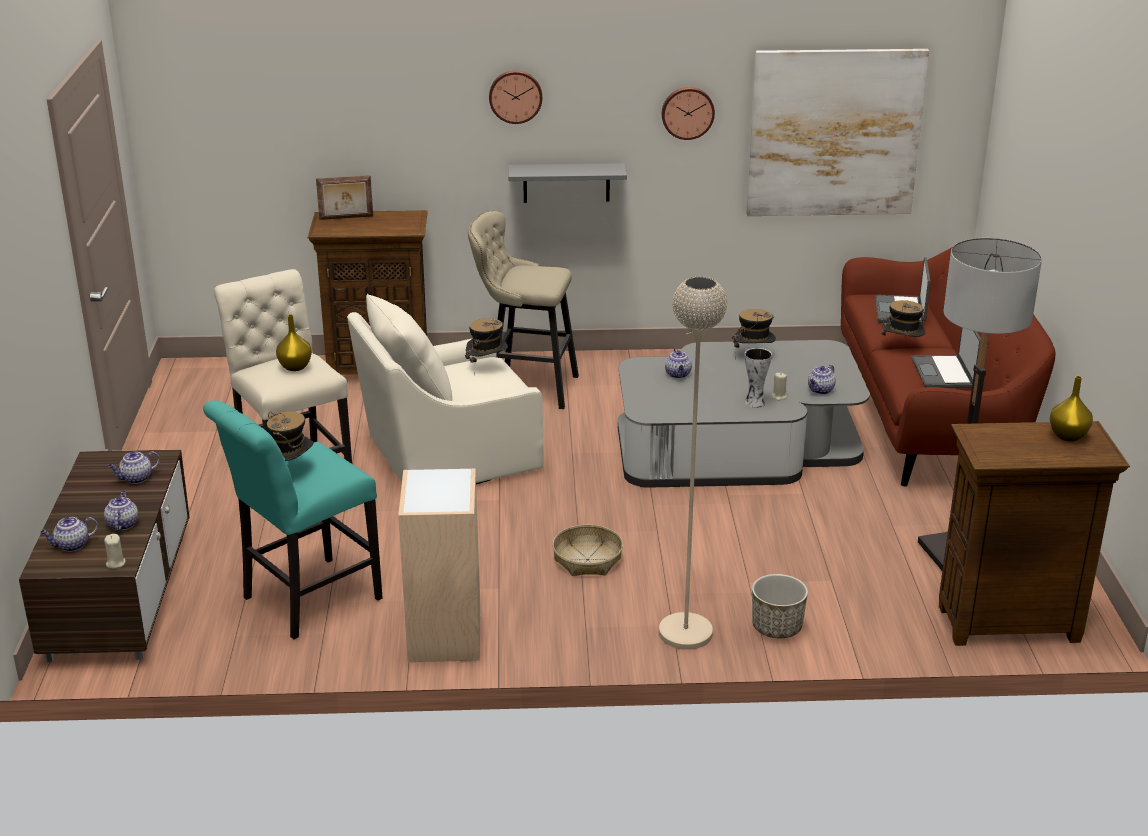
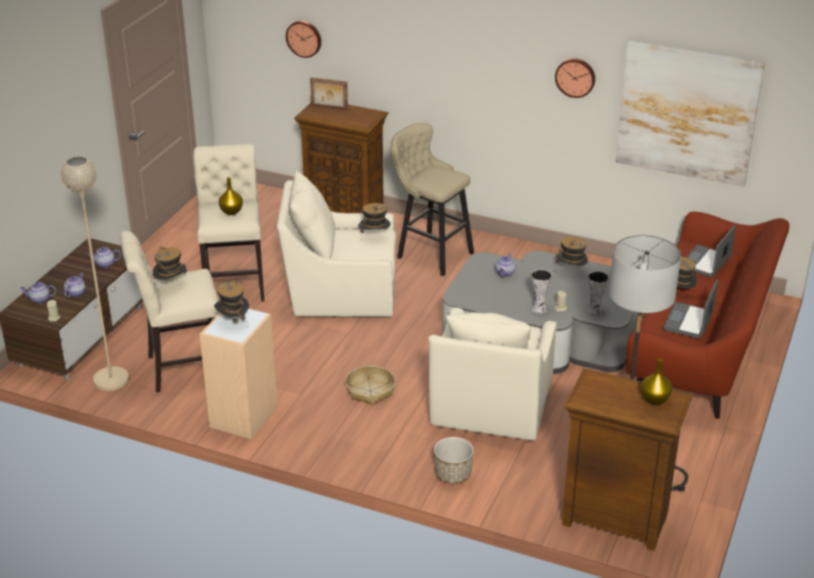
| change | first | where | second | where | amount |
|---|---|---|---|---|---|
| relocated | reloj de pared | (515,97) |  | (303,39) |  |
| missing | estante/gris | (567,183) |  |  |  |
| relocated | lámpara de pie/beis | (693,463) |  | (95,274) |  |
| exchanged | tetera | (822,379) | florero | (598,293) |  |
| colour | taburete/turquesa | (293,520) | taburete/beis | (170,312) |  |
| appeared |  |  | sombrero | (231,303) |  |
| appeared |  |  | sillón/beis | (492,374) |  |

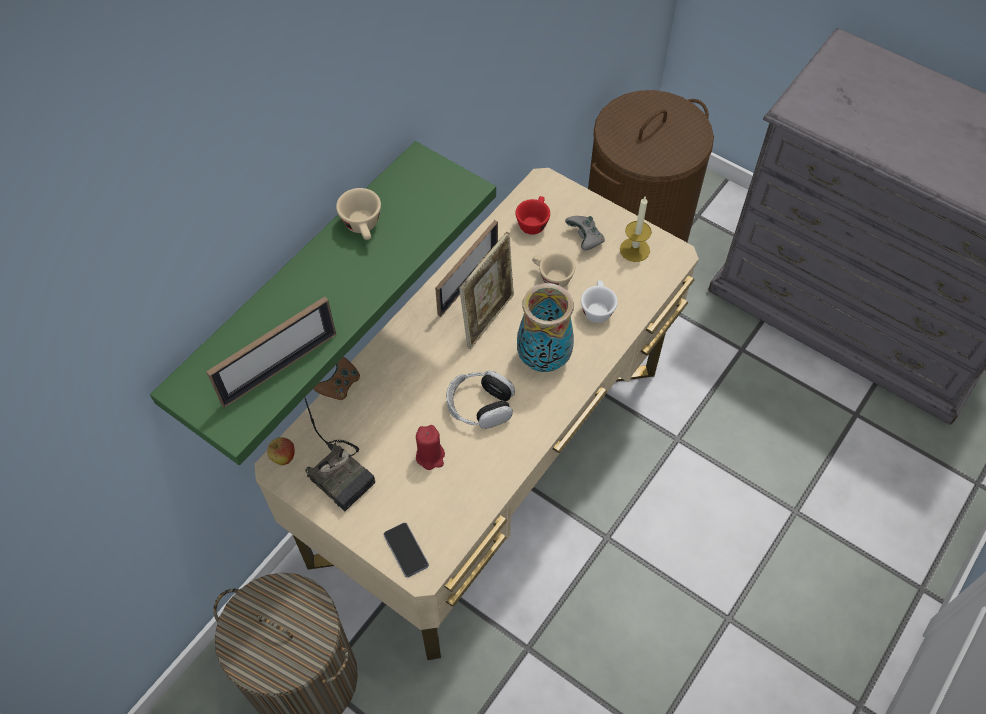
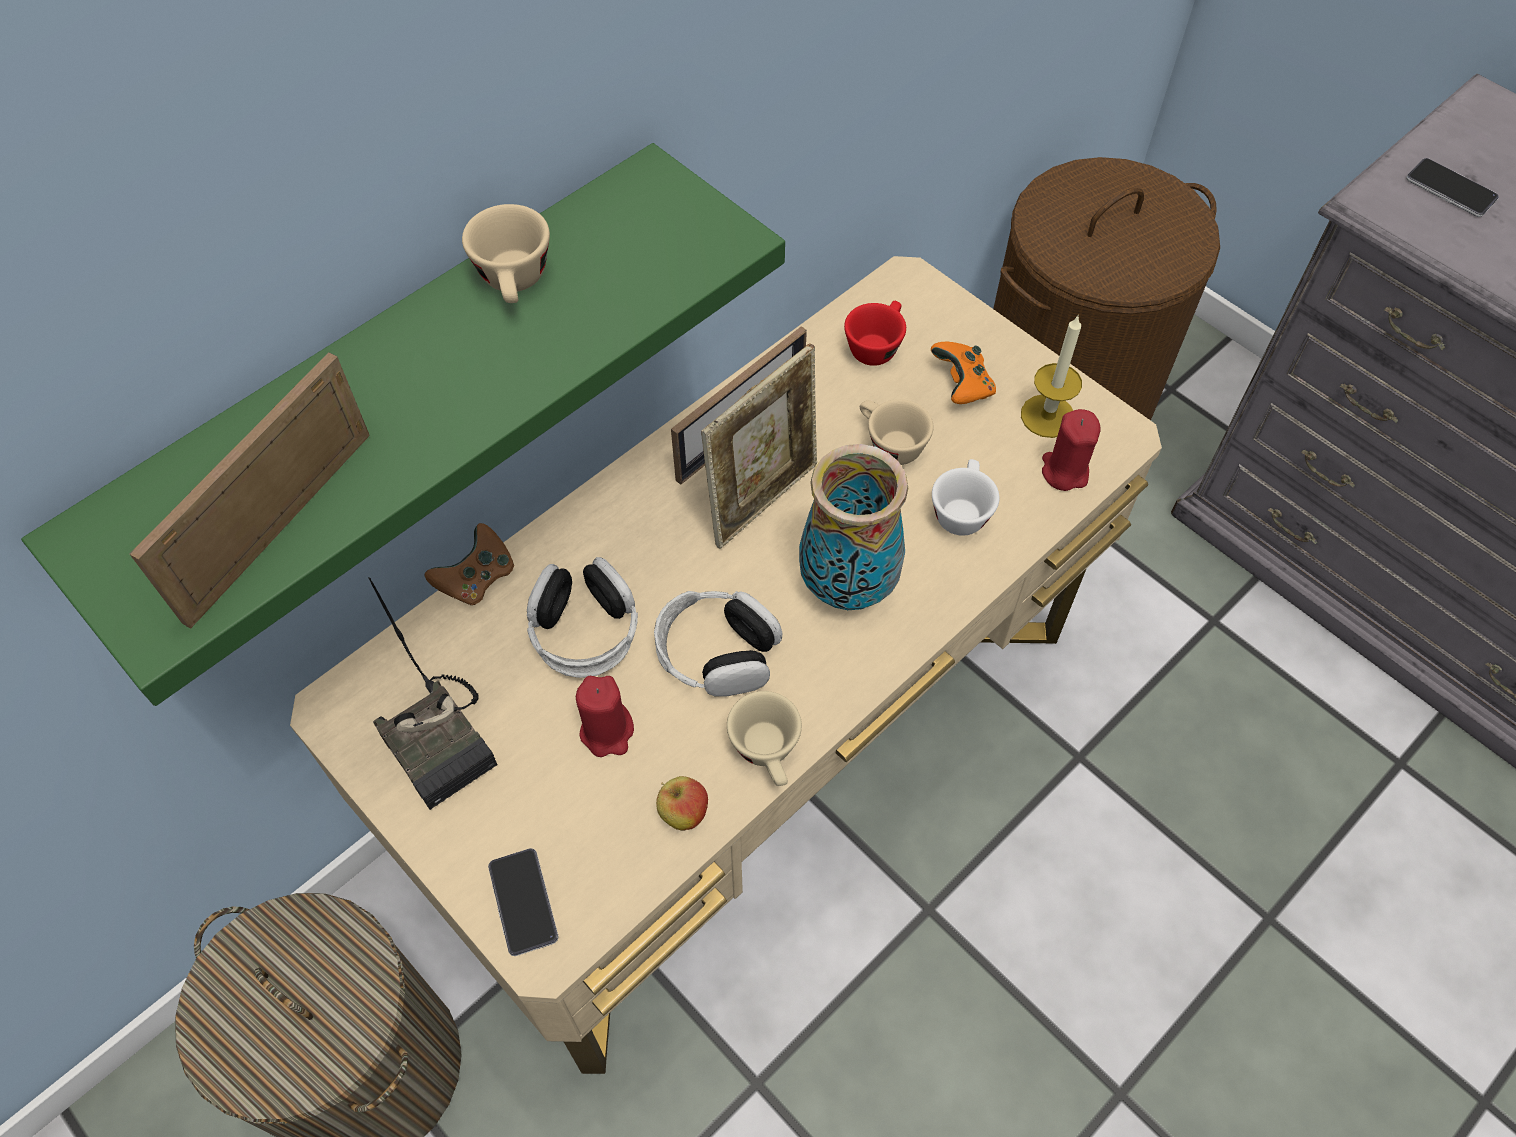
| change | first | where | second | where | amount |
|---|---|---|---|---|---|
| colour | mando de consola/gris | (585,233) | mando de consola/naranja | (963,373) |  |
| spun | portarretratos | (271,352) |  | (250,490) | 150 degrees clockwise |
| relocated | manzana | (281,451) |  | (682,803) |  |
| appeared |  |  | móvil | (1452,187) |  |
| appeared |  |  | vela/rojo | (1071,450) |  |
| appeared |  |  | auriculares | (582,617) |  |
| appeared |  |  | taza/beis | (764,738) |  |

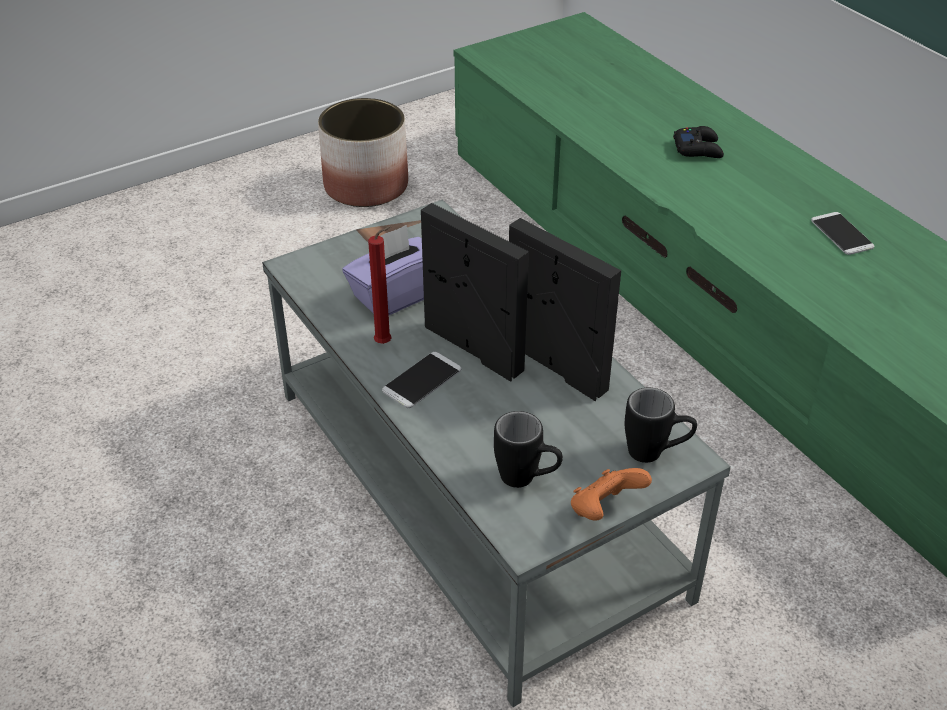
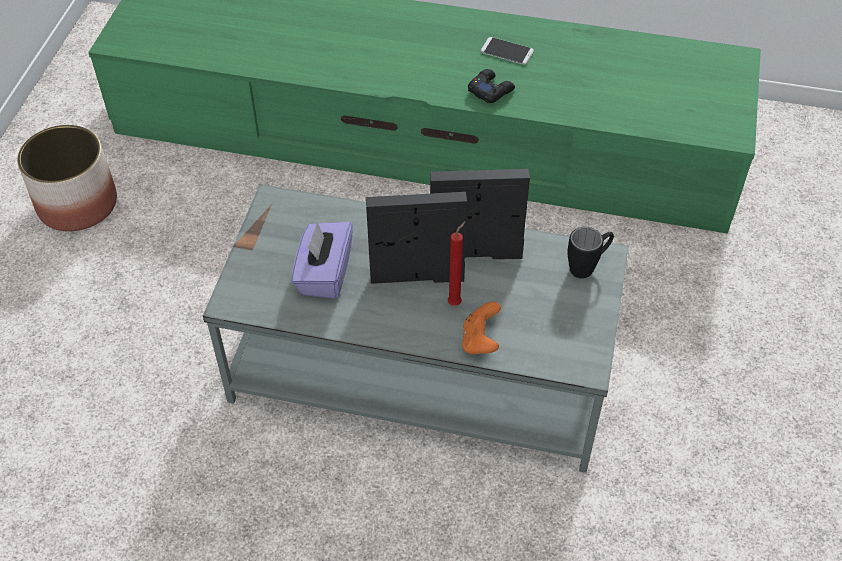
| change | first | where | second | where | amount |
|---|---|---|---|---|---|
| relocated | mando de consola/negro | (698,142) |  | (491,86) |  |
| relocated | vela/rojo | (380,285) |  | (456,263) |  |
| missing | móvil | (421,380) |  |  |  |
| missing | taza grande/negro | (528,449) |  |  |  |
| relocated | mando de consola/naranja | (611,494) |  | (481,328) |  |

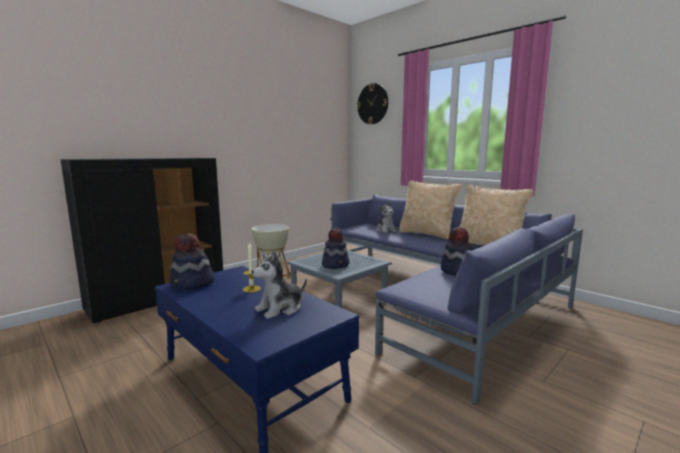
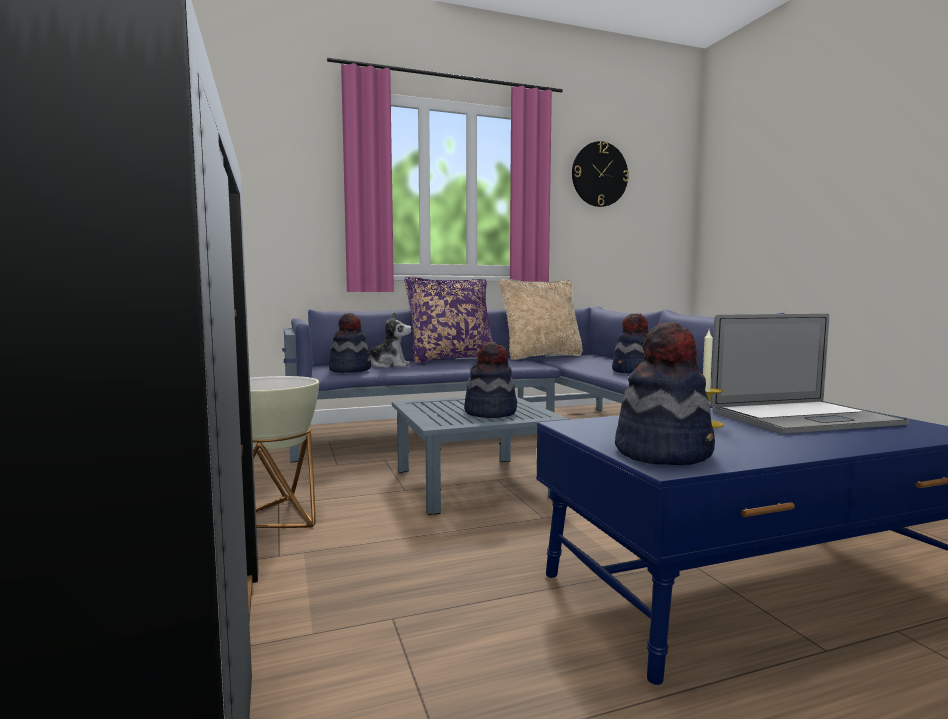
| change | first | where | second | where | amount |
|---|---|---|---|---|---|
| relocated | reloj de pared | (372,103) |  | (600,174) |  |
| colour | cojín/beis | (430,210) | cojín/morado | (448,320) |  |
| exchanged | peluche | (279,285) | portátil | (809,374) |  |
| appeared |  |  | sombrero | (350,343) |  |

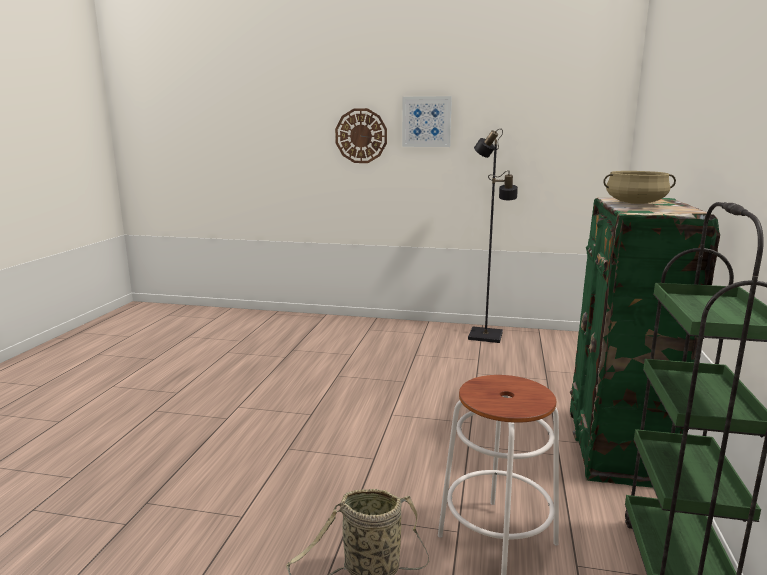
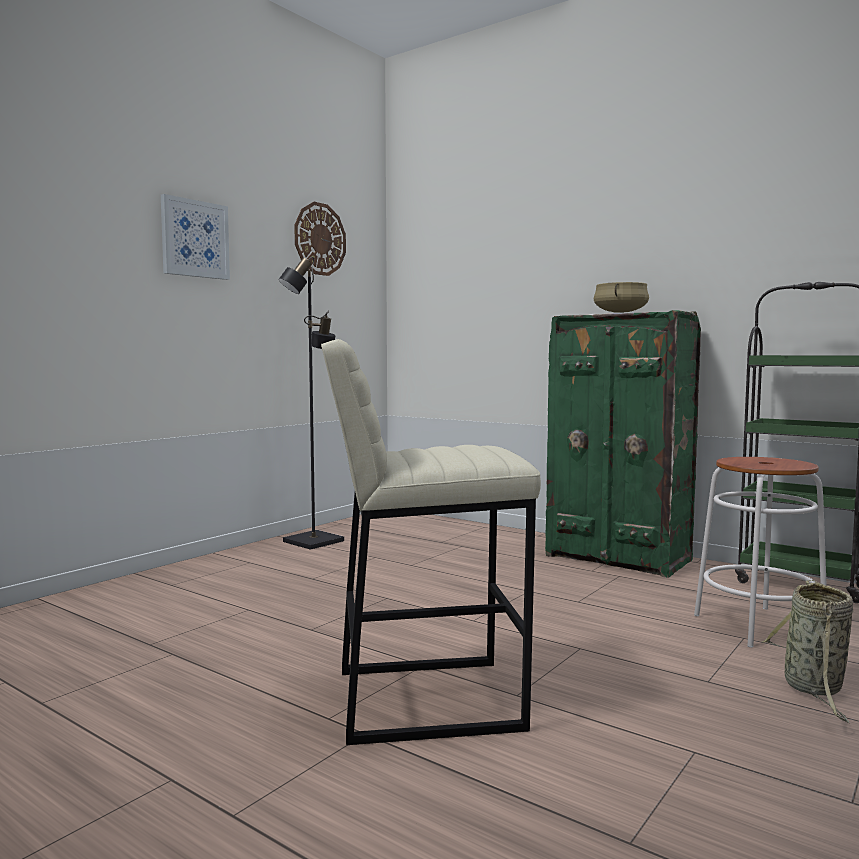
| change | first | where | second | where | amount |
|---|---|---|---|---|---|
| relocated | reloj de pared | (361,135) |  | (320,239) |  |
| appeared |  |  | taburete/beis | (431,542) |  |

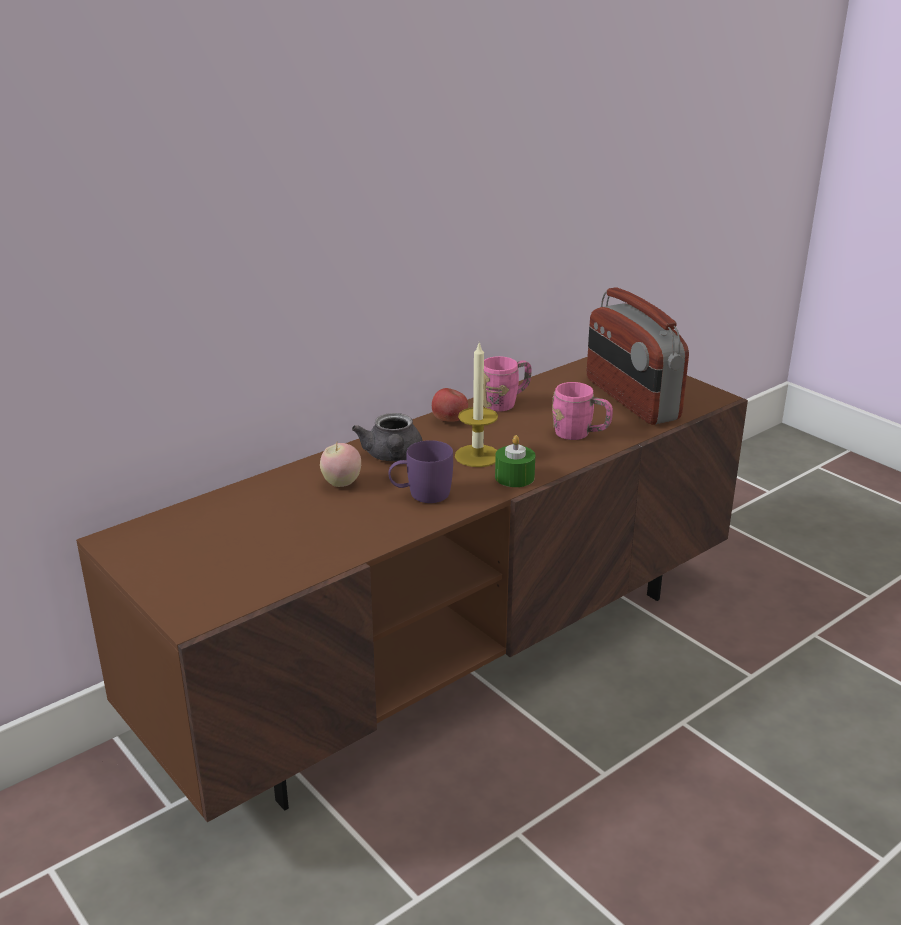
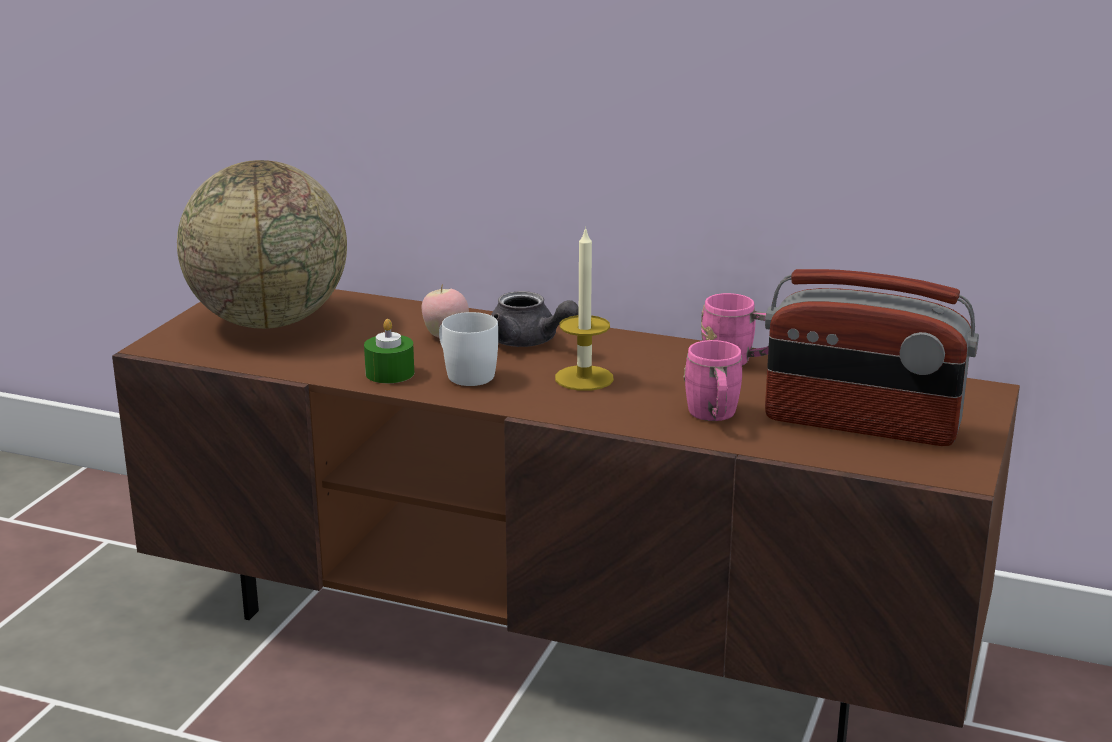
| change | first | where | second | where | amount |
|---|---|---|---|---|---|
| spun | radio | (637,356) |  | (872,357) | 105 degrees counterclockwise |
| missing | manzana | (450,405) |  |  |  |
| spun | tetera/gris | (387,437) |  | (535,319) | 105 degrees counterclockwise |
| relocated | vela/verde | (515,461) |  | (389,351) |  |
| colour | taza grande/morado | (420,471) | taza grande/blanco | (468,349) |  |
| appeared |  |  | globo terráqueo | (262,244) |  |

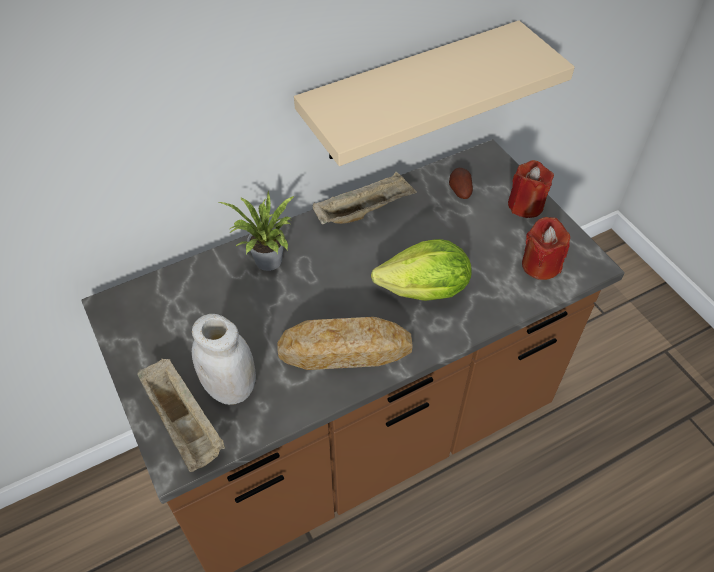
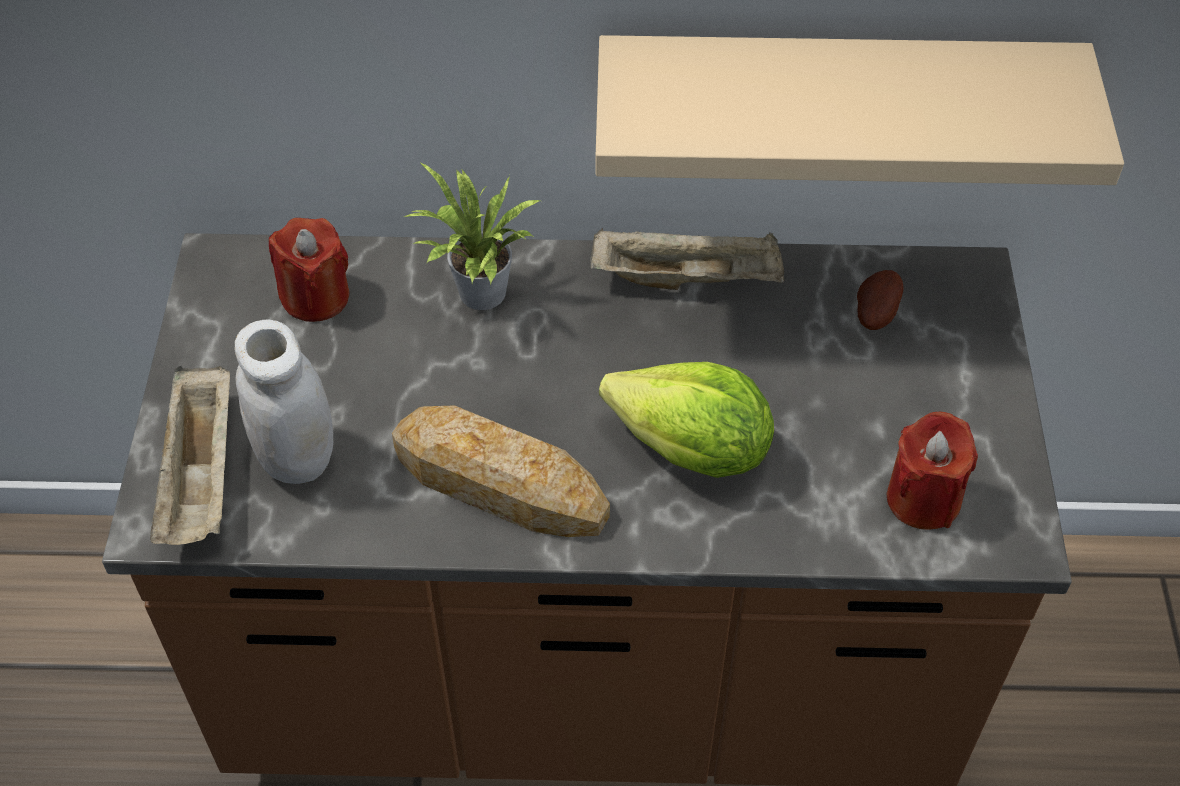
| change | first | where | second | where | amount |
|---|---|---|---|---|---|
| relocated | vela/rojo | (531,189) |  | (309,270) |  |

